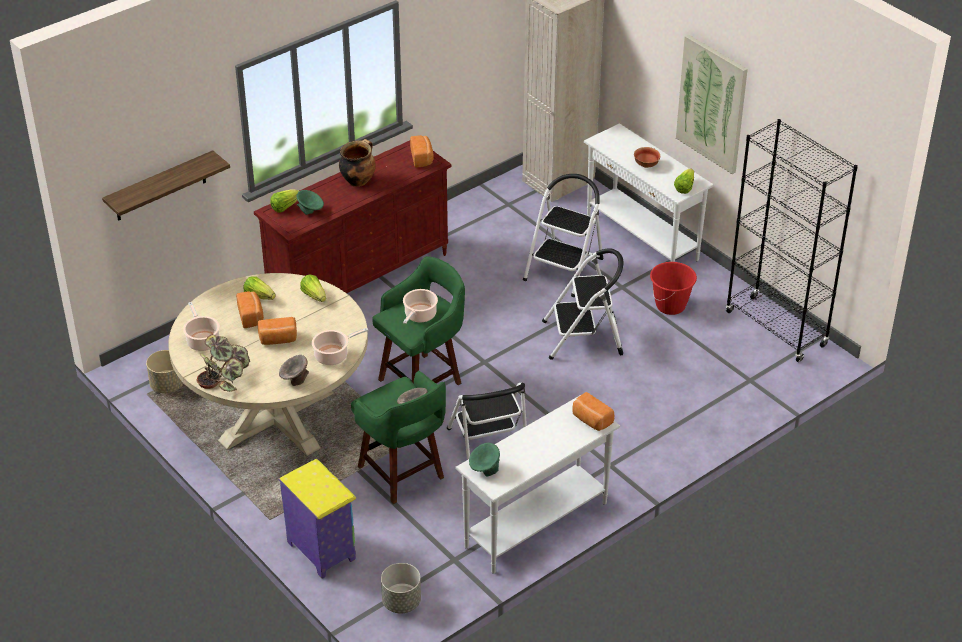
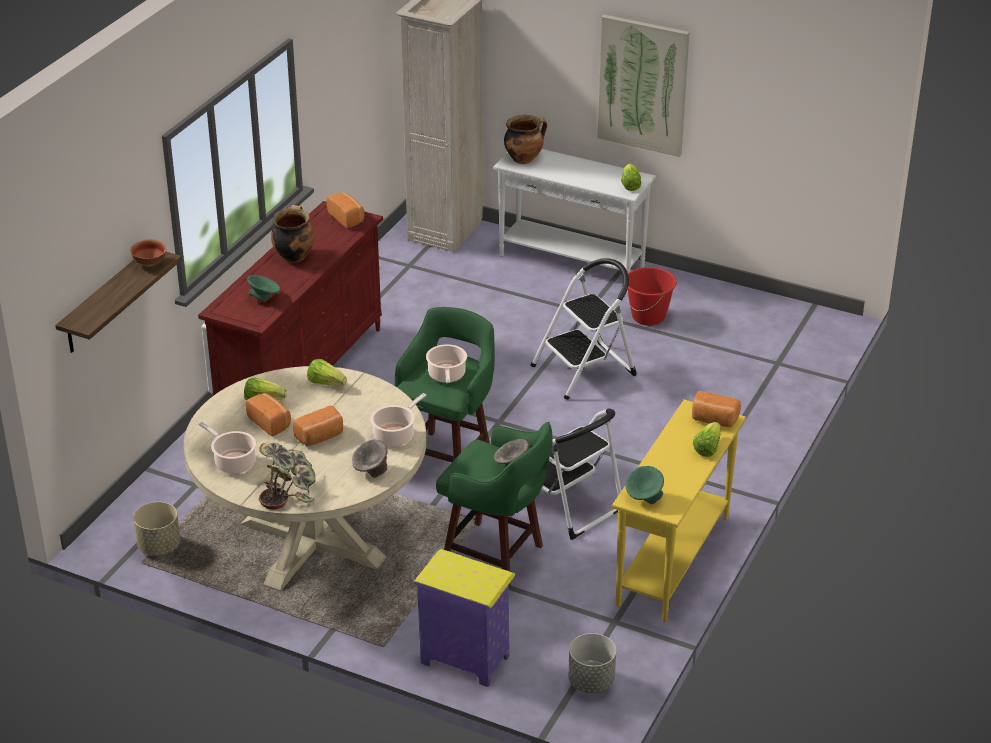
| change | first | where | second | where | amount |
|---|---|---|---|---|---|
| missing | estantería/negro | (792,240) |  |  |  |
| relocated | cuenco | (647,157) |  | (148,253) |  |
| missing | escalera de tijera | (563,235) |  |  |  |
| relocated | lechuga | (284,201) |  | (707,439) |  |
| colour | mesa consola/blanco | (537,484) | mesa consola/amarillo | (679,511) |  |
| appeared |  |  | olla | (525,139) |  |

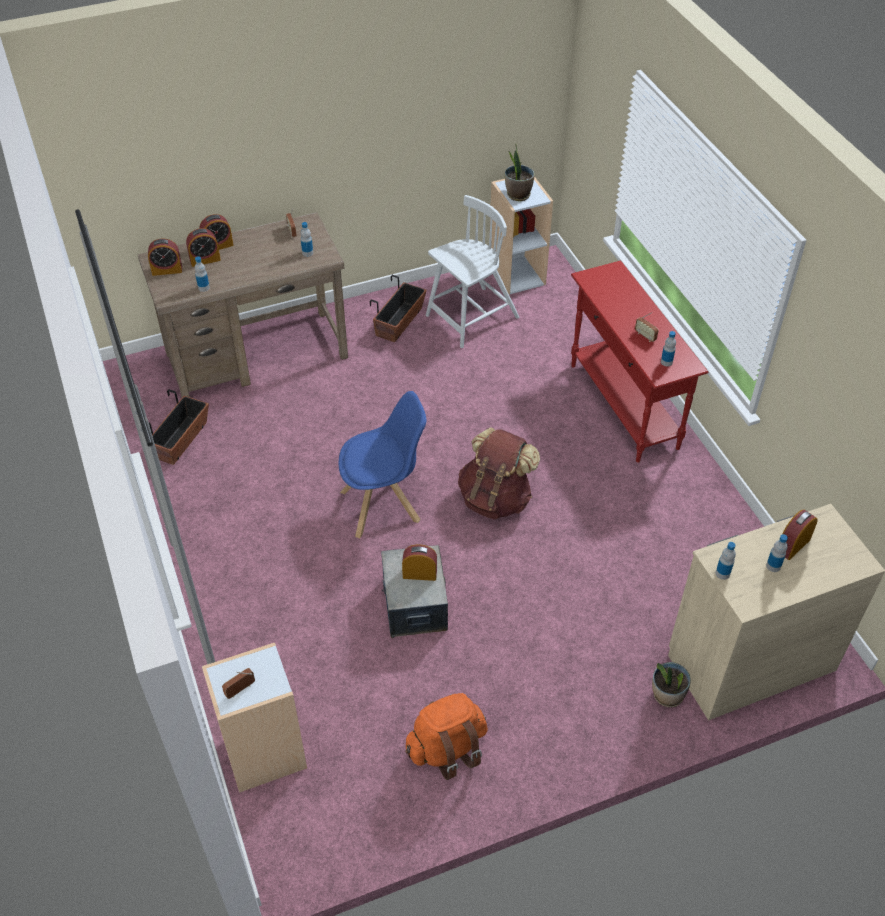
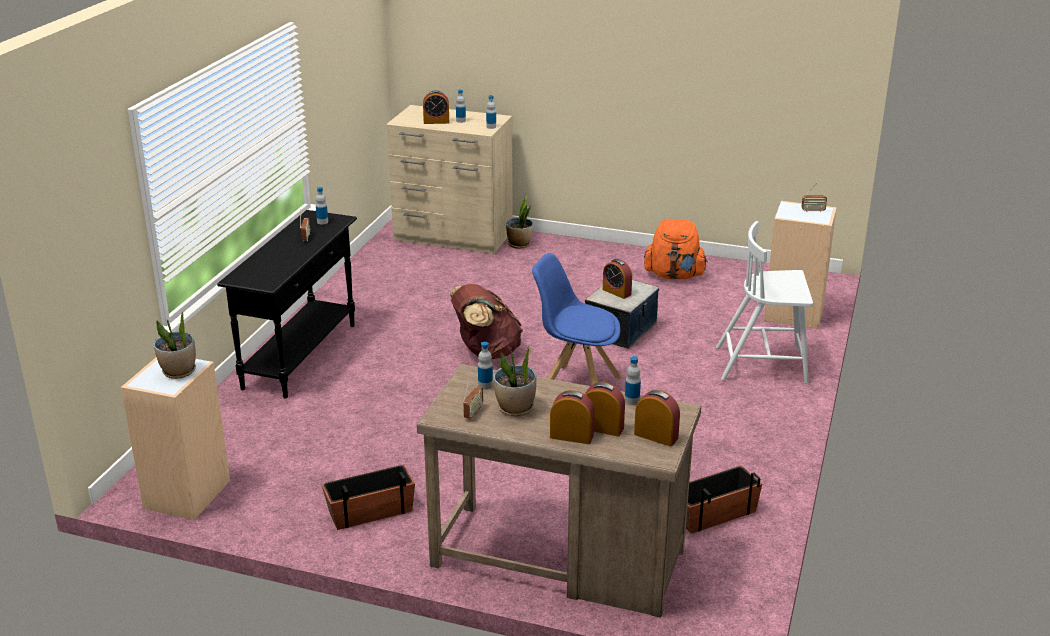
| change | first | where | second | where | amount |
|---|---|---|---|---|---|
| relocated | silla/blanco | (472,271) |  | (764,302) |  |
| colour | mesa consola/rojo | (639,362) | mesa consola/negro | (287,304) |  |
| appeared |  |  | planta en maceta | (514,380) |  |

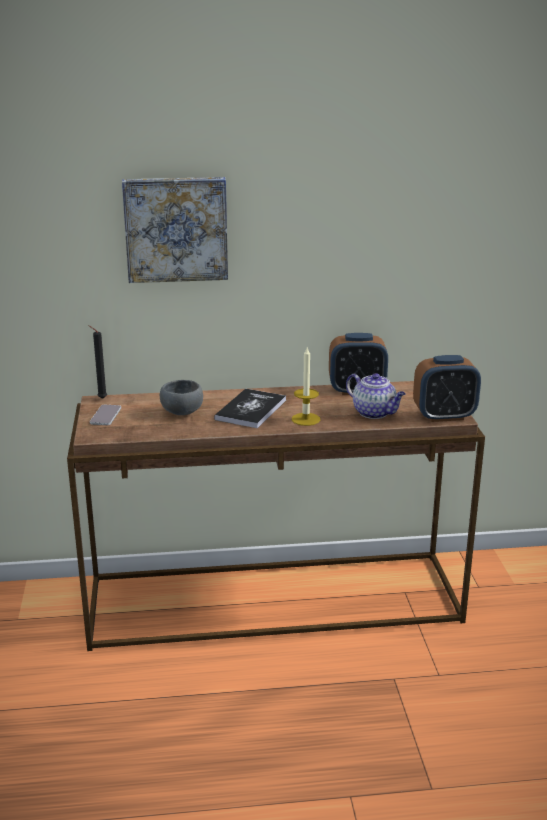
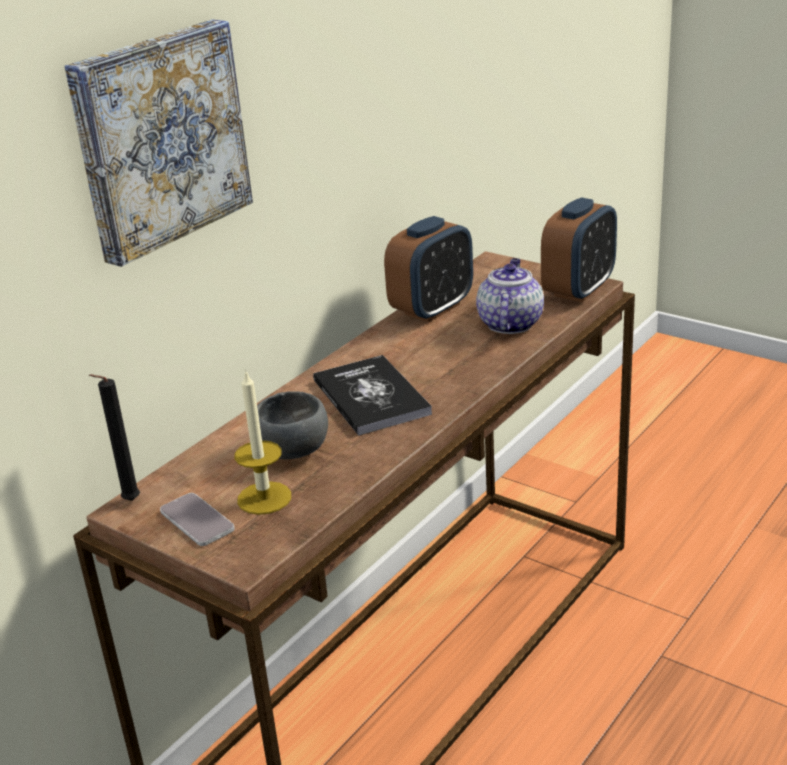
| change | first | where | second | where | amount |
|---|---|---|---|---|---|
| relocated | vela | (306,386) |  | (262,442) |  |
| spun | tetera | (376,396) |  | (510,296) | 75 degrees counterclockwise |

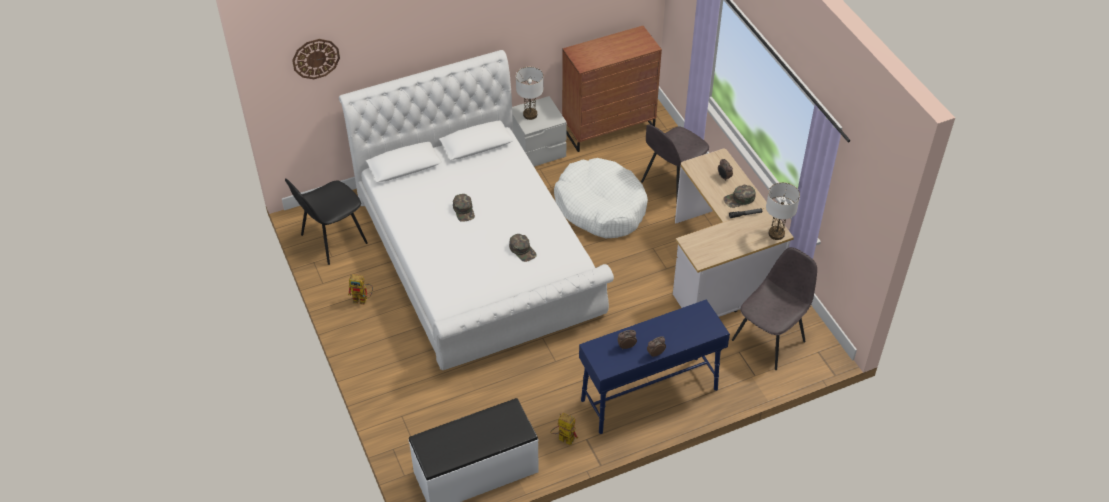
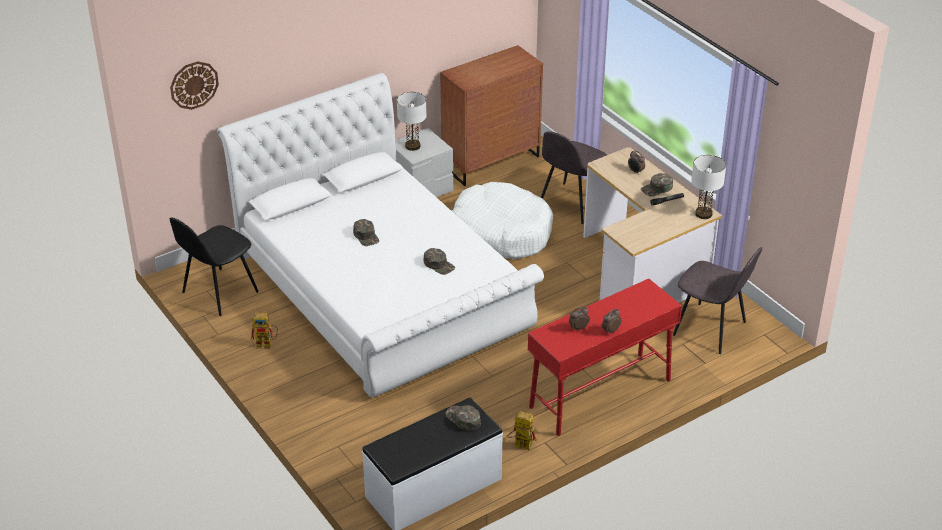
| change | first | where | second | where | amount |
|---|---|---|---|---|---|
| spun | silla/gris | (774,308) |  | (718,300) | 90 degrees clockwise |
| colour | mesa consola/azul | (654,367) | mesa consola/rojo | (605,357) |  |
| appeared |  |  | gorra/verde | (463,418) |  |

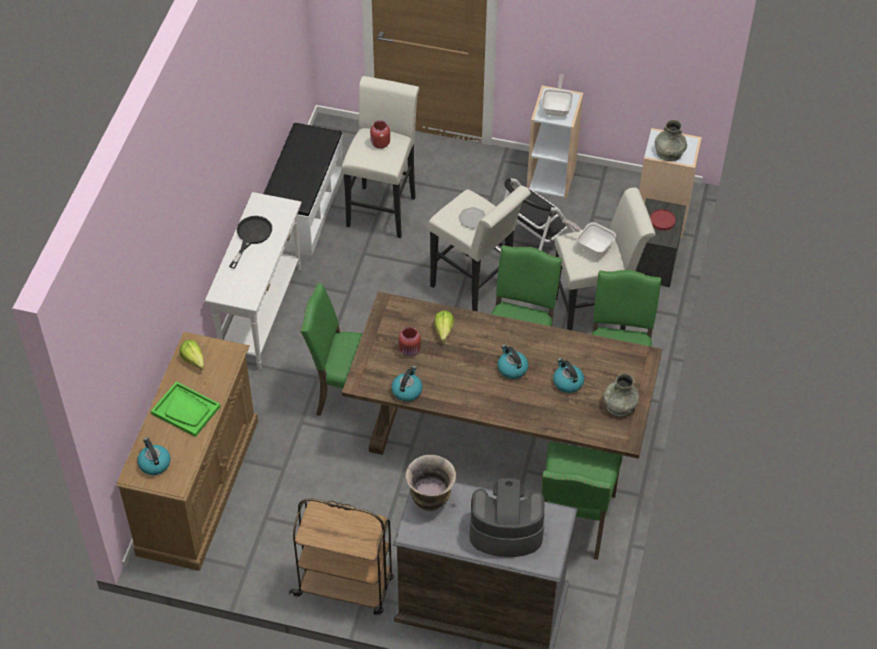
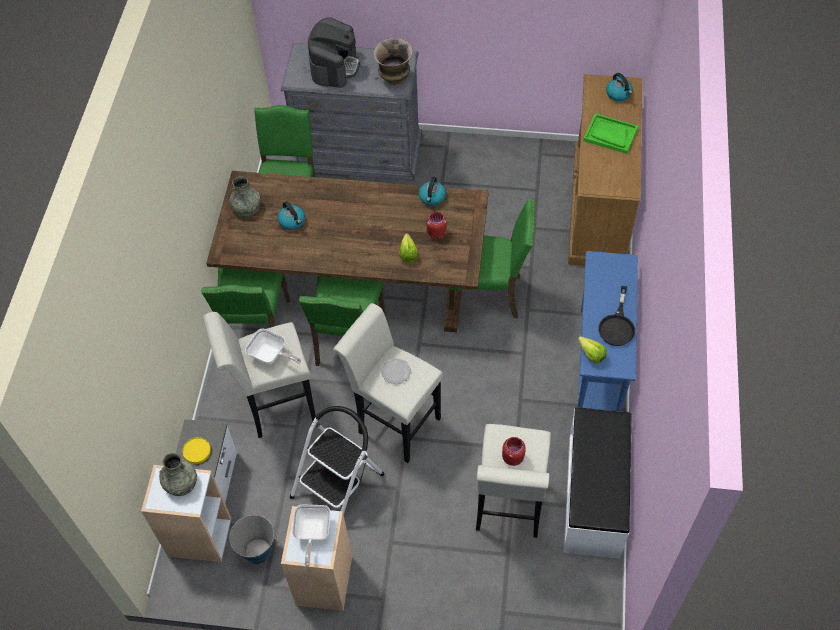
| change | first | where | second | where | amount |
|---|---|---|---|---|---|
| colour | mesa consola/blanco | (253,281) | mesa consola/azul | (608,331) |  |
| colour | plato/rojo | (663,220) | plato/amarillo | (197,450) |  |
| relocated | lechuga | (192,355) |  | (592,350) |  |
| missing | hervidor | (513,361) |  |  |  |
| spun | cafetera | (507,517) |  | (334,52) | 75 degrees counterclockwise |
| missing | carrito/marrón | (341,557) |  |  |  |
| appeared |  |  | cubo | (253,539) |  |

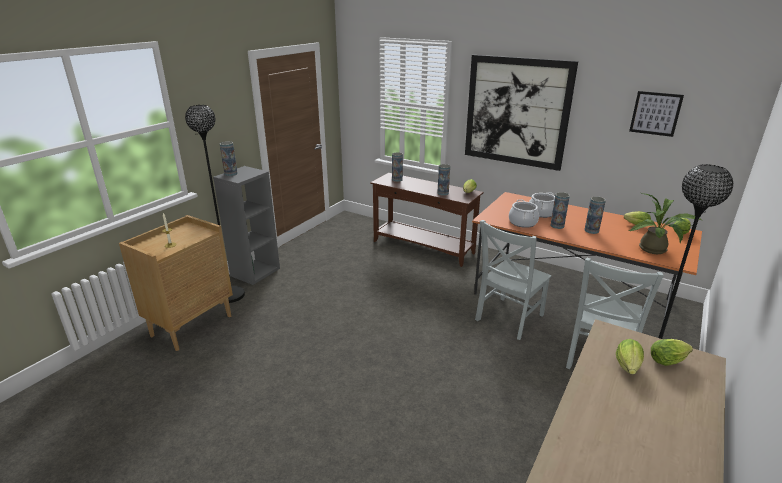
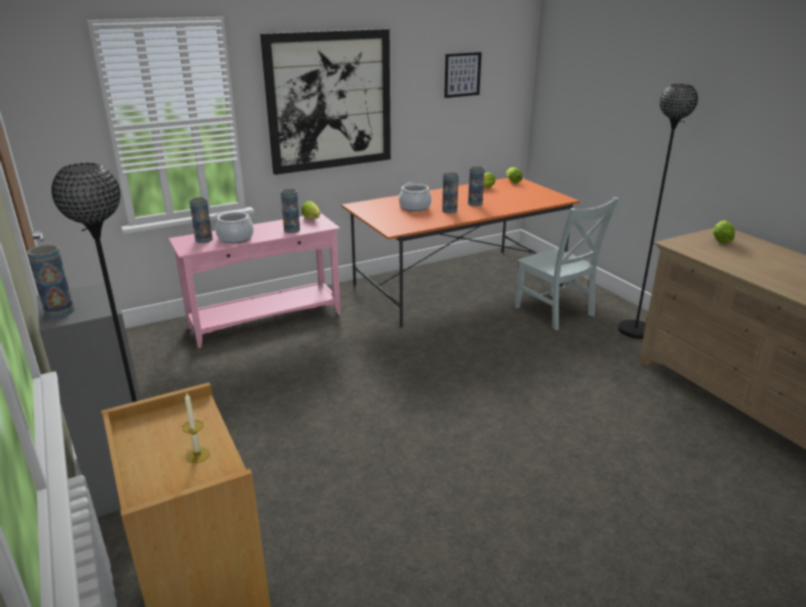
| change | first | where | second | where | amount |
|---|---|---|---|---|---|
| colour | mesa consola/marrón | (427,220) | mesa consola/rosa | (254,280) |  |
| missing | planta en maceta | (666,223) |  |  |  |
| relocated | olla | (524,213) |  | (234,227) |  |
| missing | silla/gris | (513,280) |  |  |  |
| missing | lechuga | (630,356) |  |  |  |

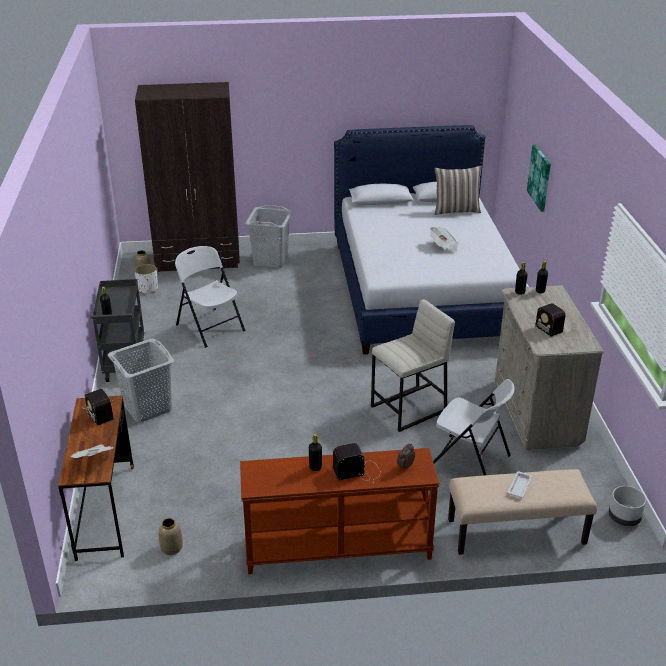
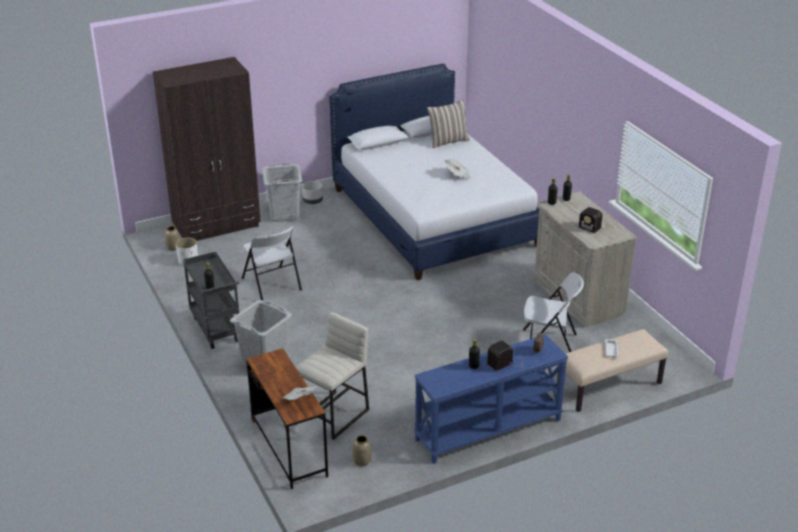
| change | first | where | second | where | amount |
|---|---|---|---|---|---|
| missing | cuadro | (539,178) |  |  |  |
| spun | silla/blanco | (210,297) |  | (271,263) | 150 degrees counterclockwise |
| relocated | taburete/beis | (413,365) |  | (332,376) |  |
| missing | radio | (98,407) |  |  |  |
| colour | mesa consola/marrón | (340,511) | mesa consola/azul | (491,399) |  |
| relocated | maceta/gris | (627,506) |  | (312,192) |  |

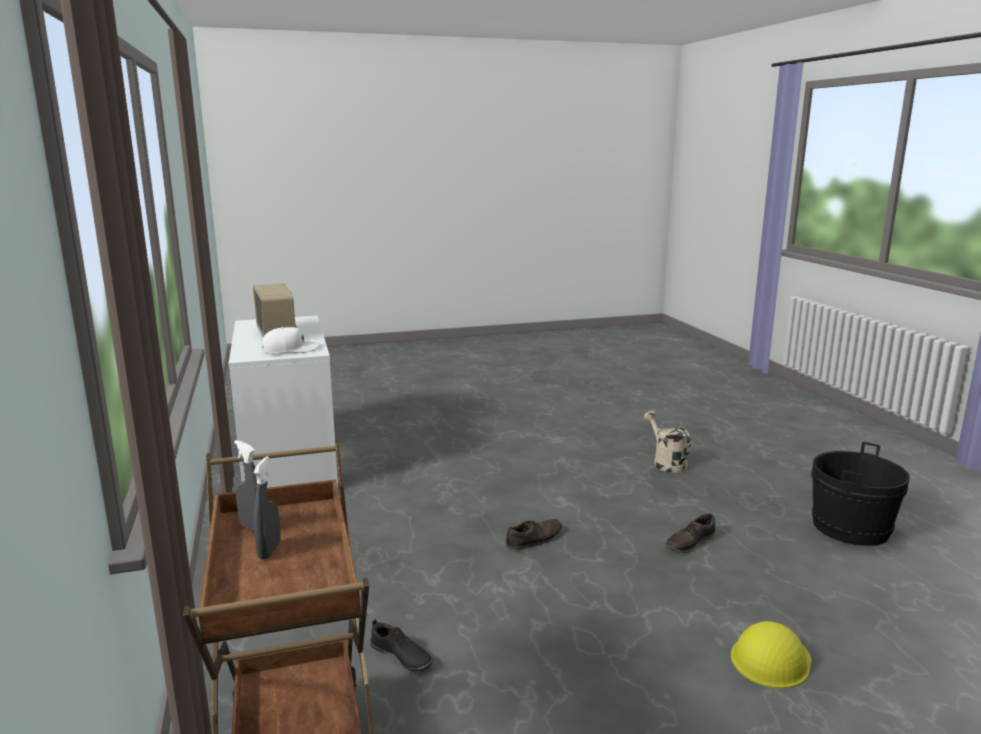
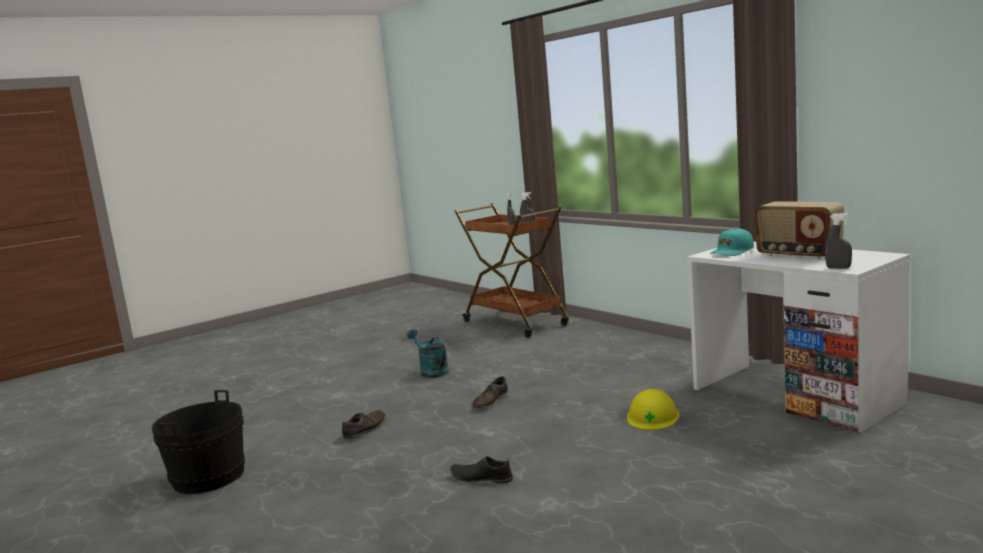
| change | first | where | second | where | amount |
|---|---|---|---|---|---|
| colour | gorra/blanco | (291,340) | gorra/turquesa | (732,242) |  |
| missing | regadera/beis | (667,442) |  |  |  |
| relocated | zapato/negro | (401,645) |  | (481,469) |  |
| relocated | casco/amarillo | (771,654) |  | (653,409) |  |
| appeared |  |  | pulverizador/gris | (838,241) |  |
| appeared |  |  | regadera/turquesa | (428,353) |  |

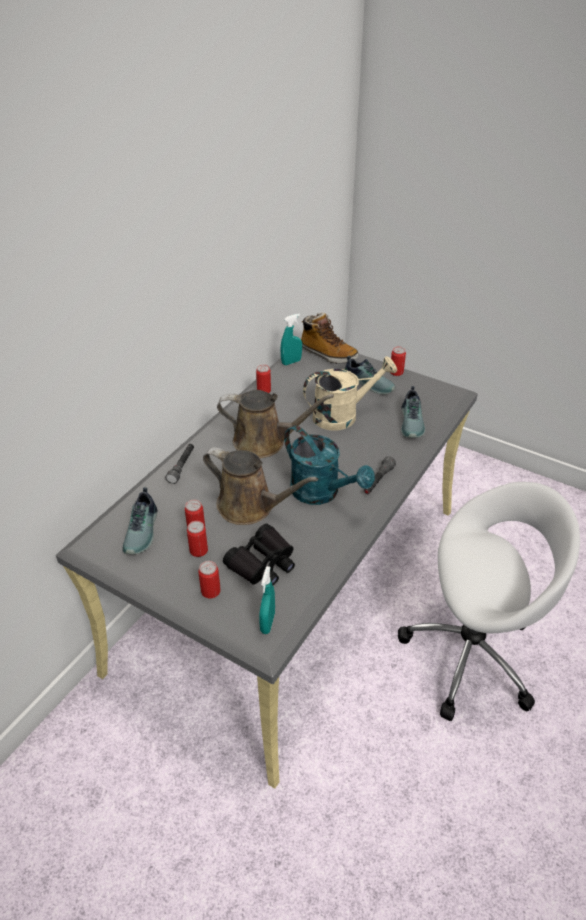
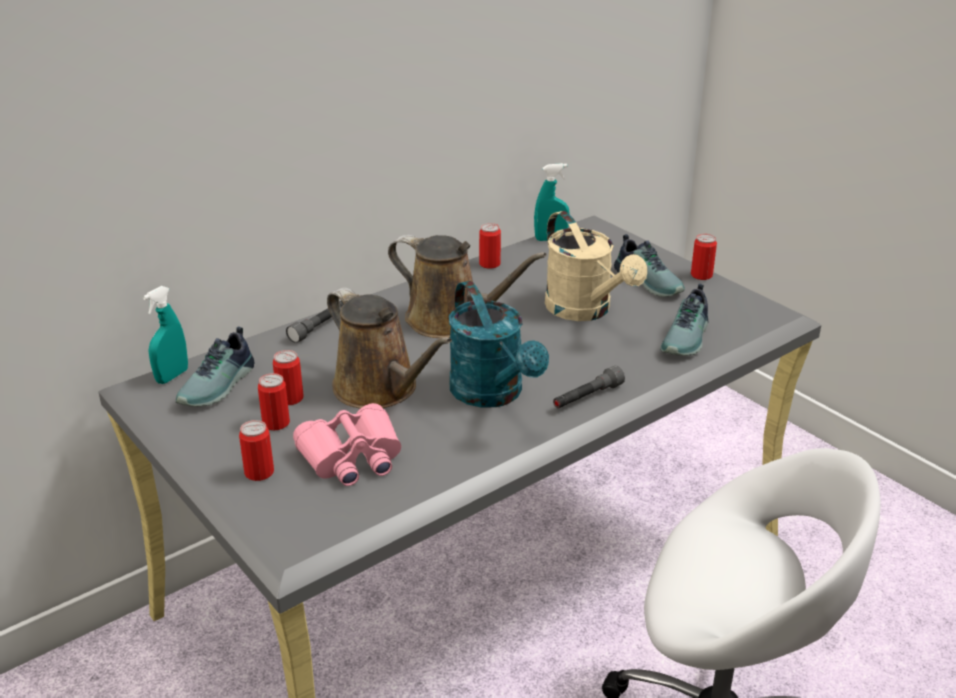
| change | first | where | second | where | amount |
|---|---|---|---|---|---|
| missing | bota | (330,338) |  |  |  |
| spun | regadera/beis | (350,393) |  | (596,266) | 60 degrees clockwise |
| colour | prismáticos/negro | (259,554) | prismáticos/rosa | (347,444) |  |
| relocated | pulverizador/turquesa | (267,600) |  | (165,335) |  |

